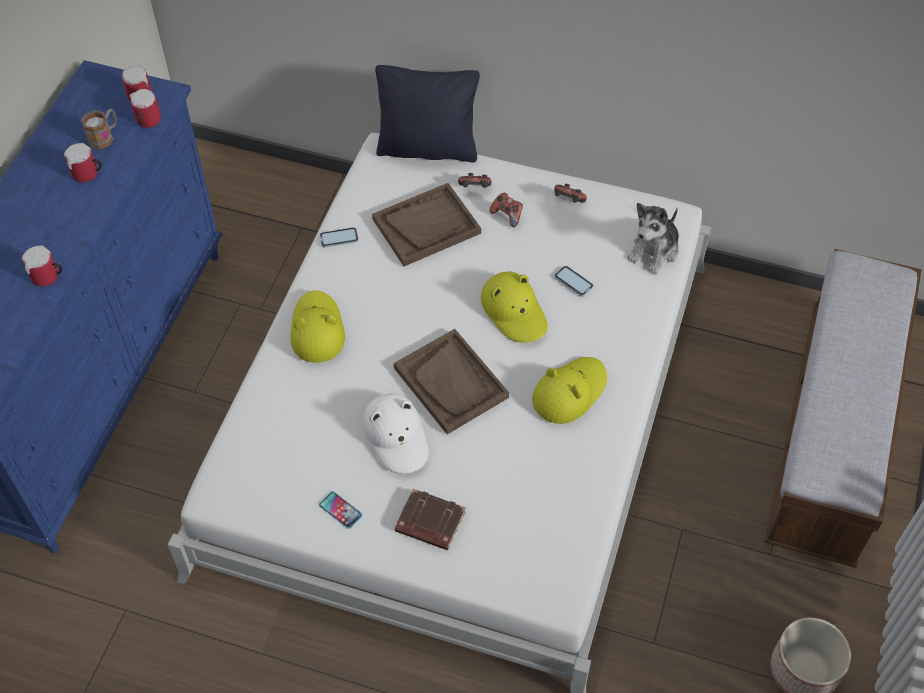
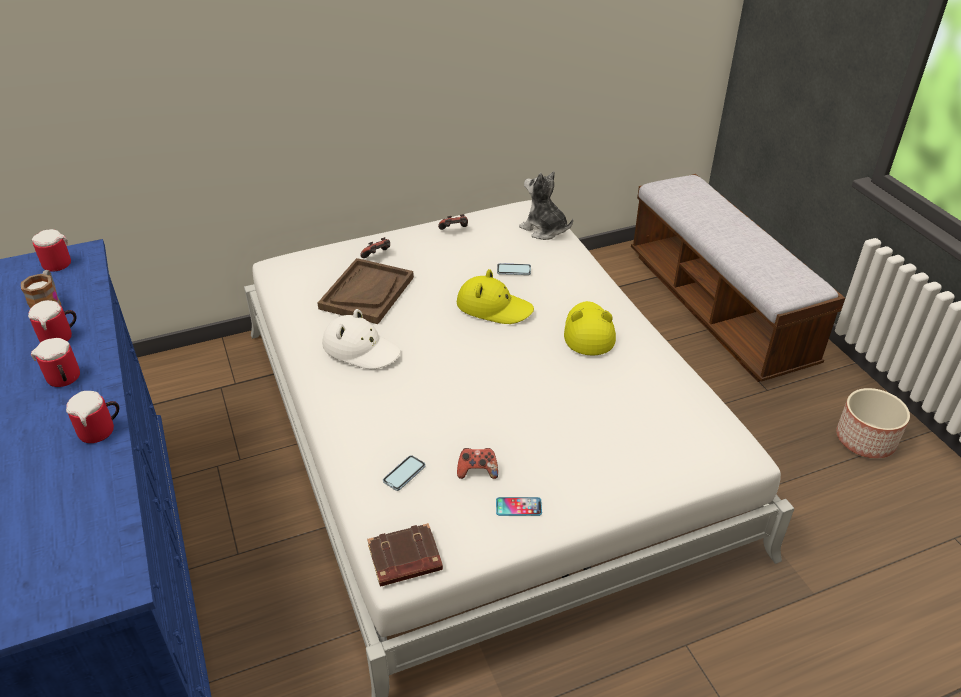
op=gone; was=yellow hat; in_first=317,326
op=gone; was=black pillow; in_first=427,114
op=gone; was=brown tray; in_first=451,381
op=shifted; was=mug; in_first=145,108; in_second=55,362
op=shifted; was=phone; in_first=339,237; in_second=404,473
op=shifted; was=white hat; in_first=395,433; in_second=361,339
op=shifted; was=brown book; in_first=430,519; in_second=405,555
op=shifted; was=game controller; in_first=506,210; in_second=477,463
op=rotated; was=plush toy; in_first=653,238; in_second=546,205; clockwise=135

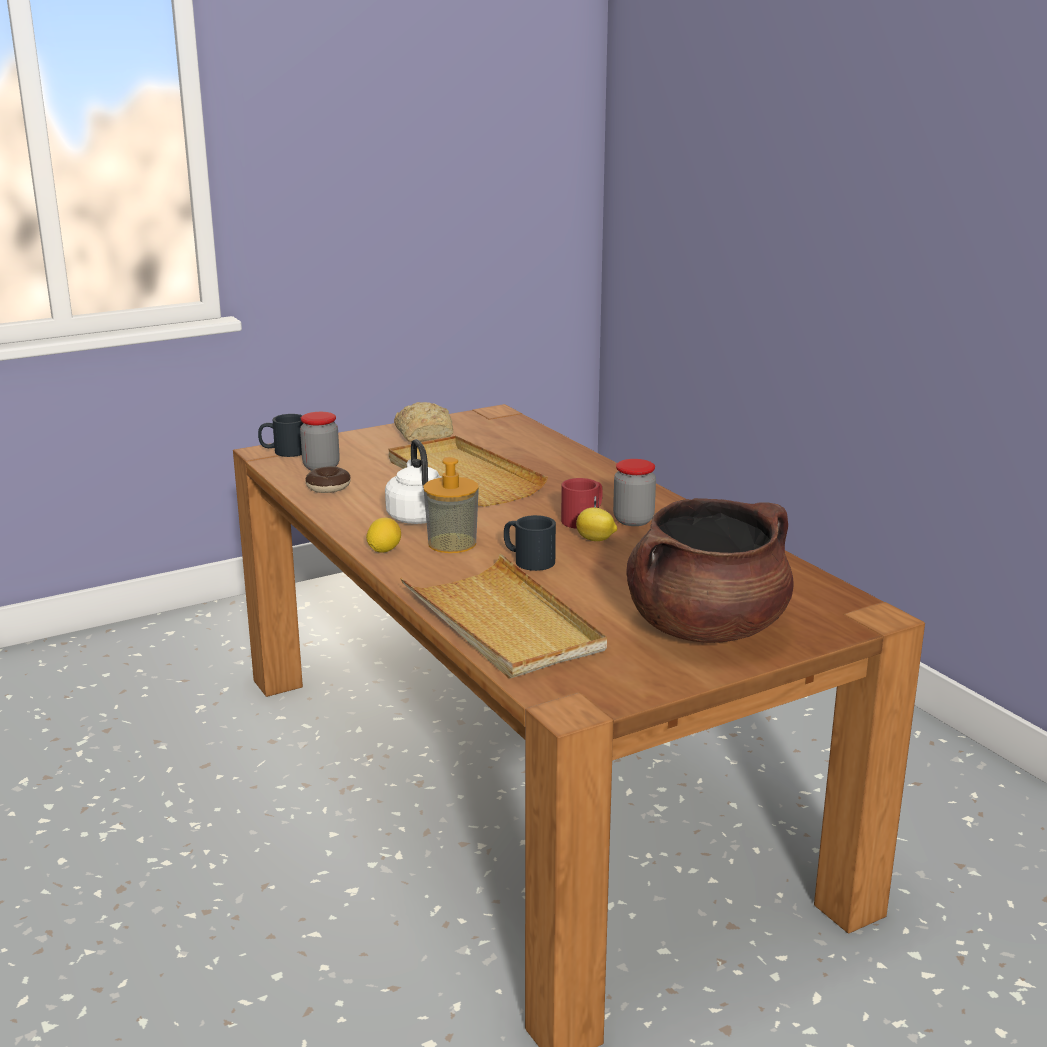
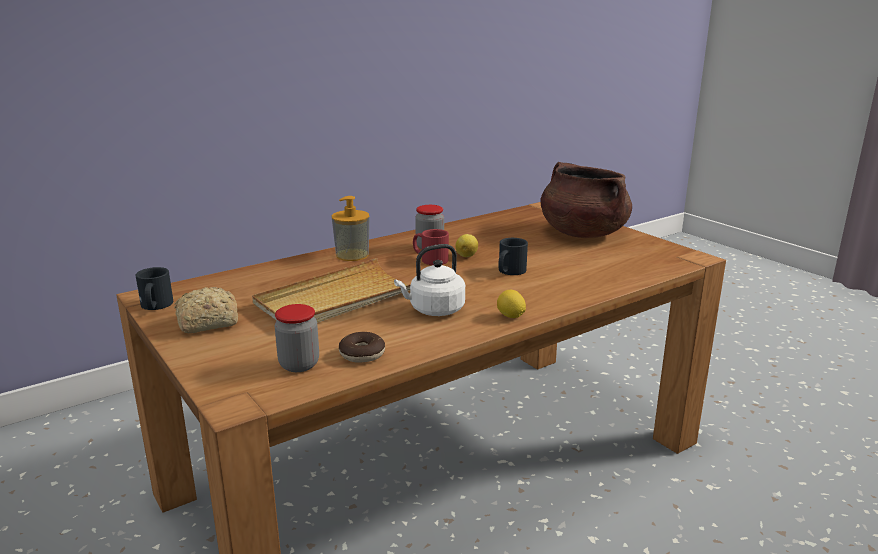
op=gone; was=beige tray; in_first=503,616
op=shifted; was=black mug; in_first=280,435; in_second=154,288
op=shifted; was=soap dispenser; in_first=451,505; in_second=350,228

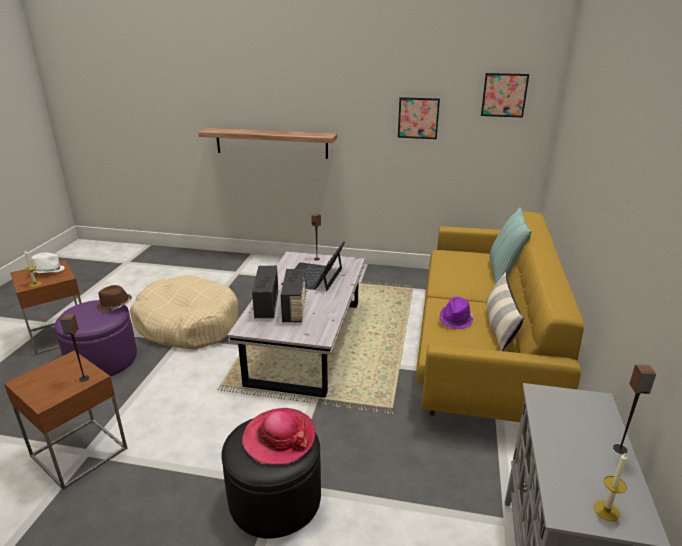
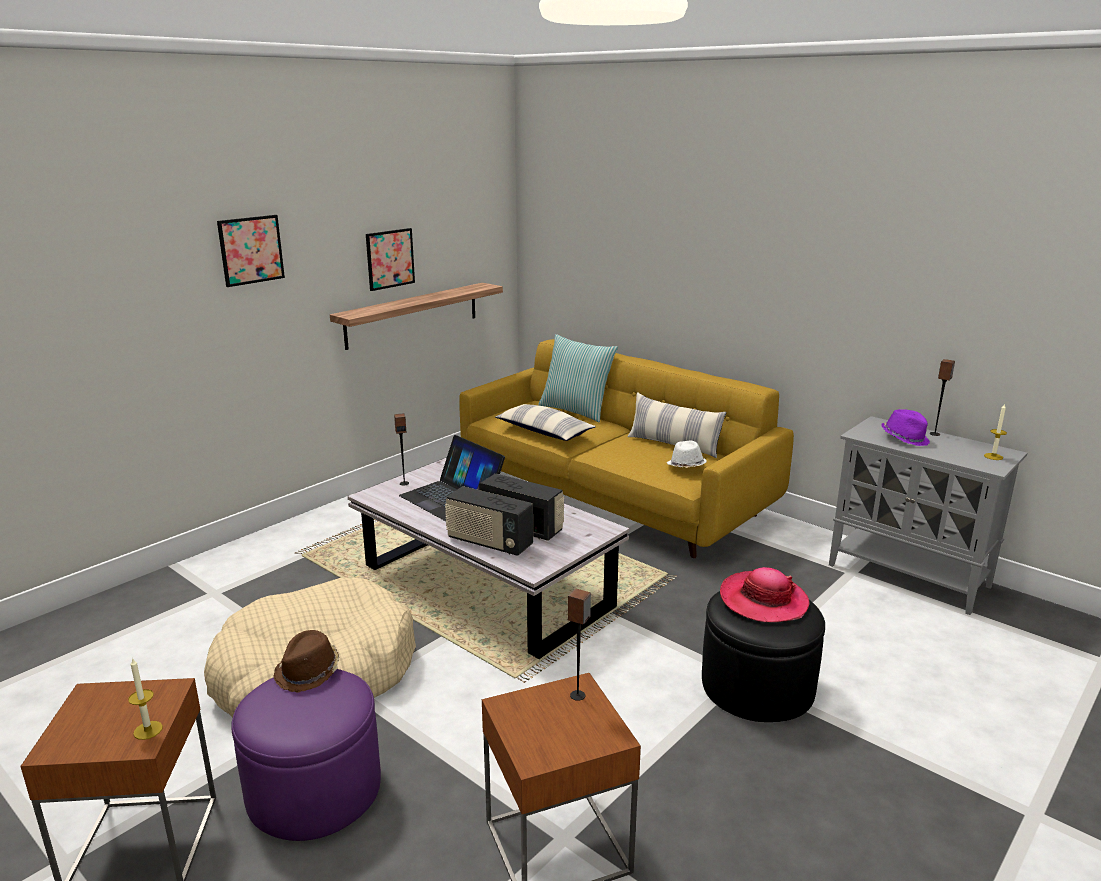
op=new; now=pillow; in_second=546,422
op=shifted; was=white hat; in_first=47,263; in_second=687,454
op=shifted; was=shelf; in_first=267,143; in_second=416,316
op=shifted; was=purple hat; in_first=456,313; in_second=905,427
op=shifted; was=picture; in_first=505,95; in_second=251,251

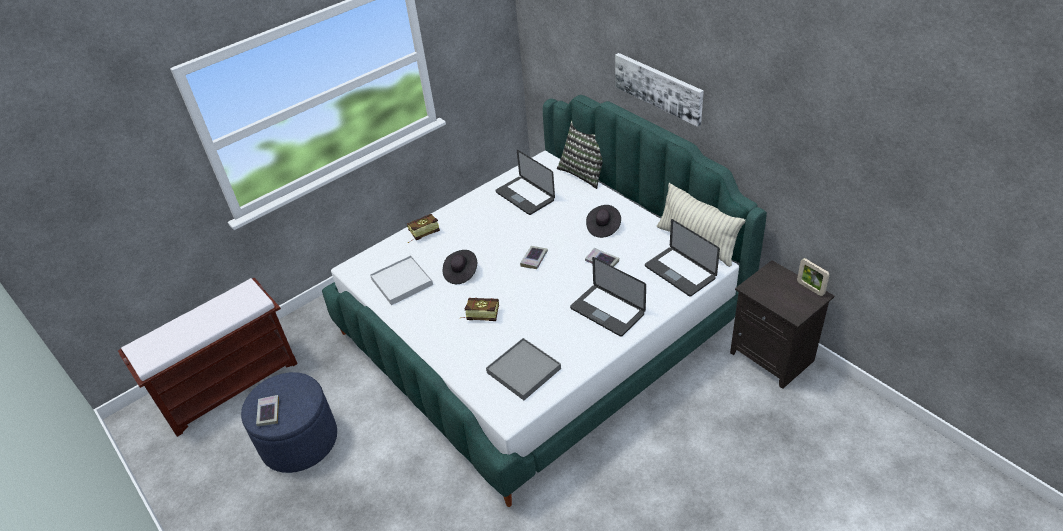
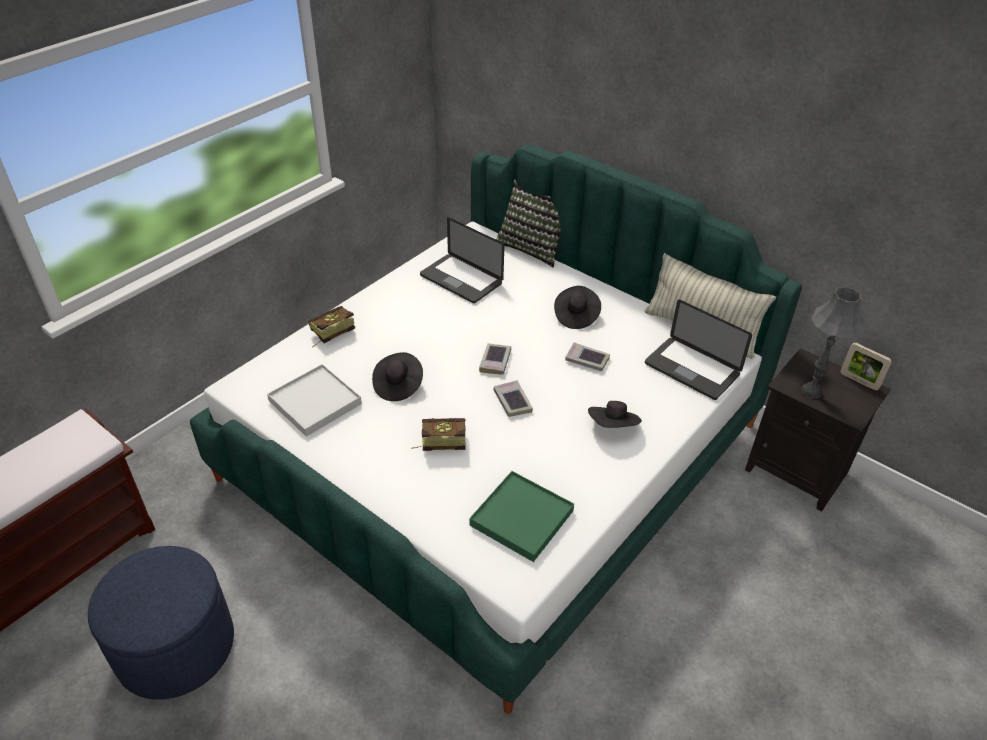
op=gone; was=picture; in_first=659,90
op=new; now=grey table lamp; in_second=833,342
op=shifted; was=book; in_first=267,410; in_second=513,398
op=swapped; was=laptop; now=black hat; in_first=608,297; in_second=615,414
op=repainted; was=grey tray; now=green tray; in_first=523,369; in_second=522,516

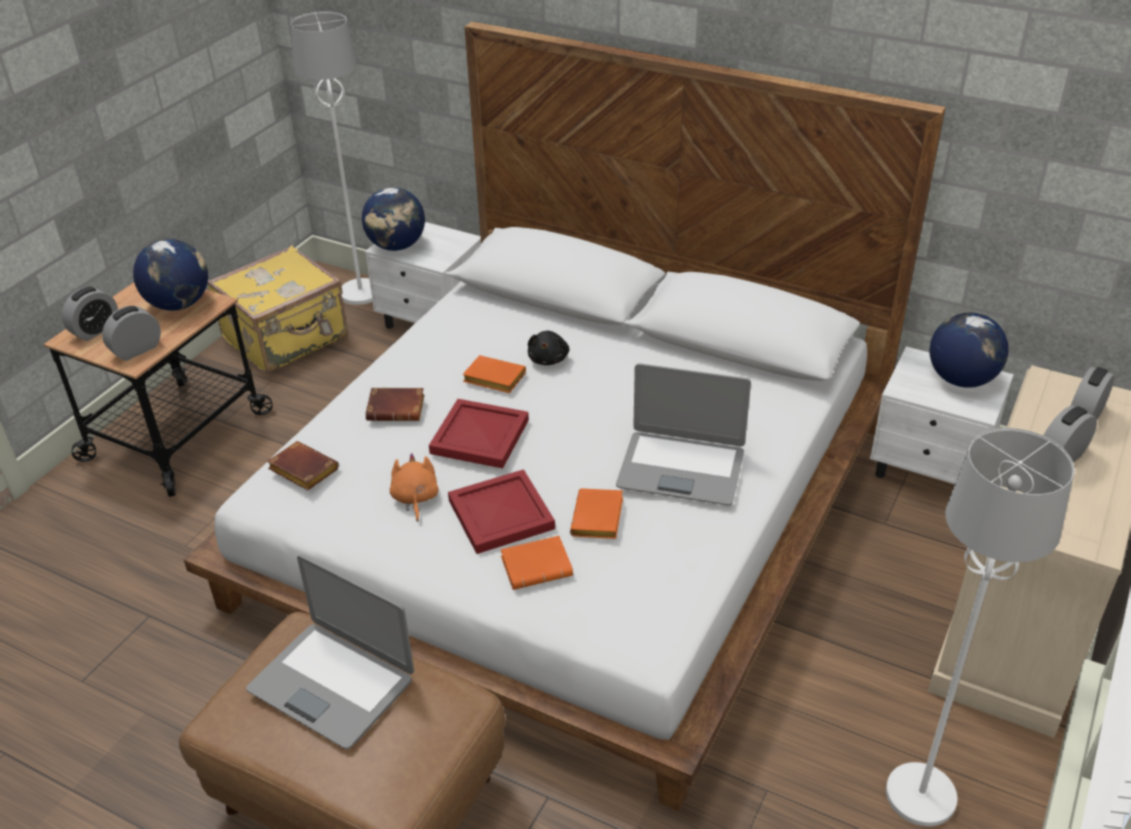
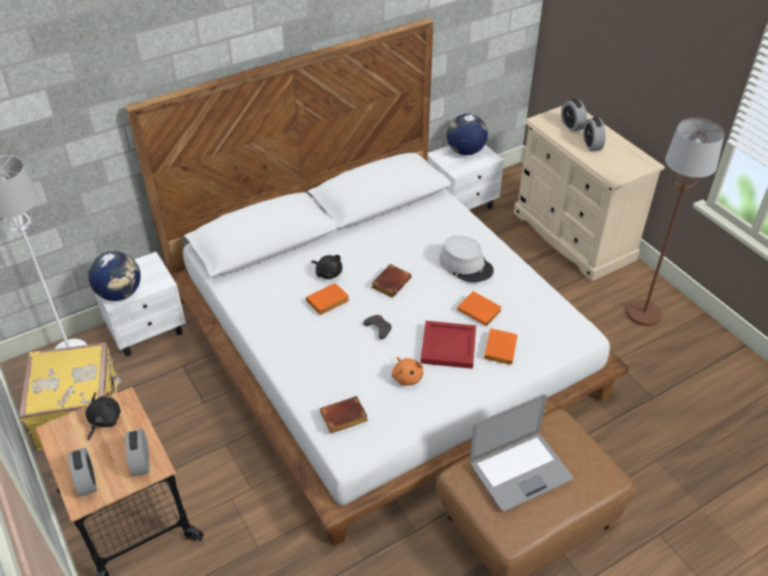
op=shifted; was=brown book; in_first=395,404; in_second=391,281
op=swapped; was=globe; now=black plush toy; in_first=170,275; in_second=103,416
op=swapped; was=red tray; now=grey game controller; in_first=479,433; in_second=377,327
op=swapped; was=laptop; now=grey hat; in_first=683,434; in_second=466,258
op=repainted; was=white floor lamp; now=brown floor lamp; in_first=980,627; in_second=675,222
op=rotated; was=orange plush toy; in_first=414,487; in_second=407,371; clockwise=-135

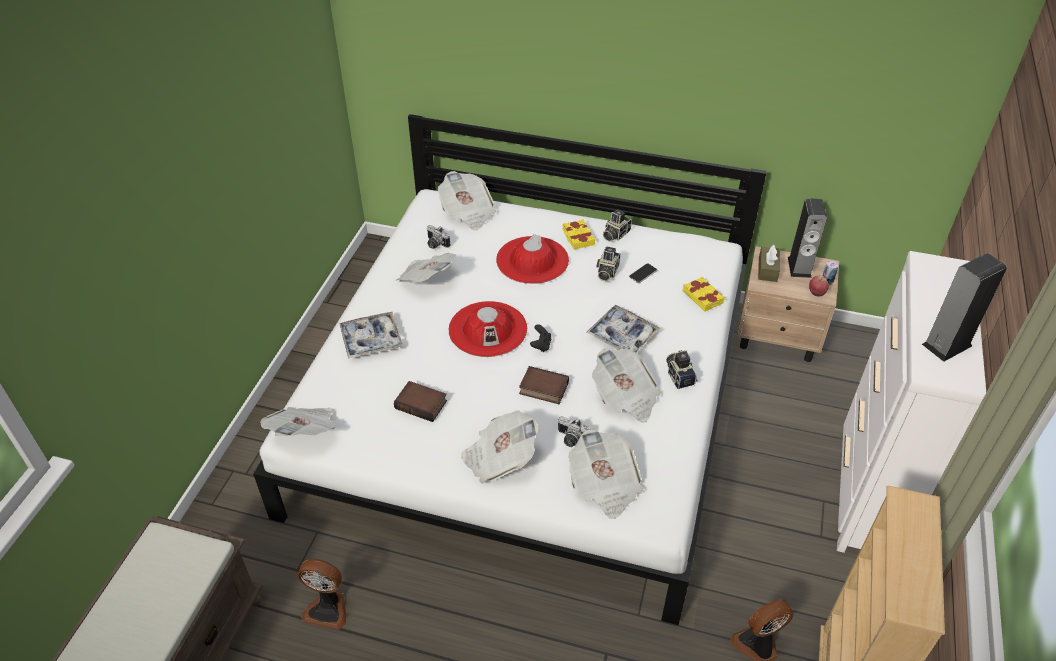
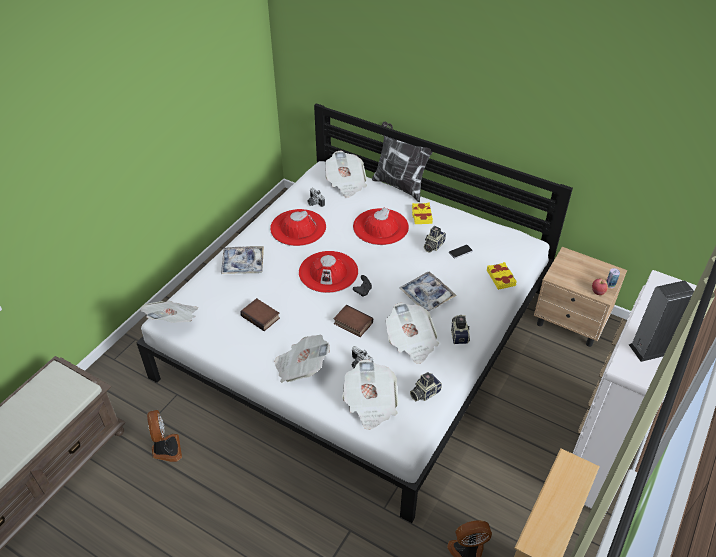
op=gone; was=brown tissue box; in_first=769,263
op=gone; was=speaker; in_first=807,238
op=new; now=pillow; in_second=402,162
op=shifted; was=photo camera; in_first=617,225; in_second=426,386
op=swapped; was=newspaper; now=red hat; in_first=426,268; in_second=298,227
op=rotated; was=fan; in_first=321,594; in_second=164,436; clockwise=-135

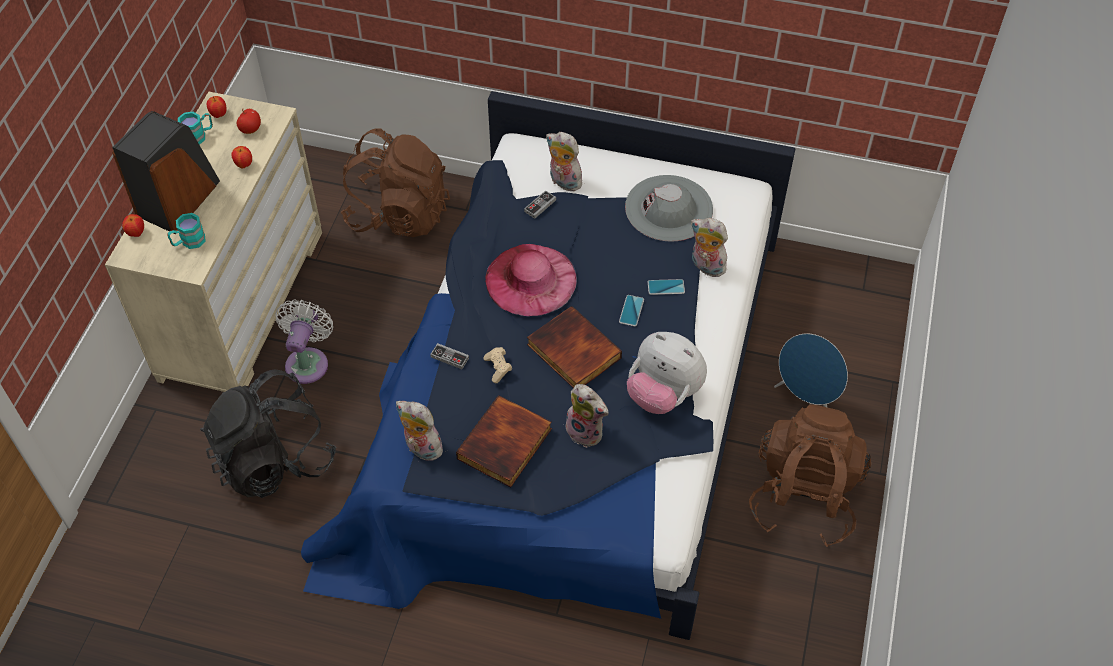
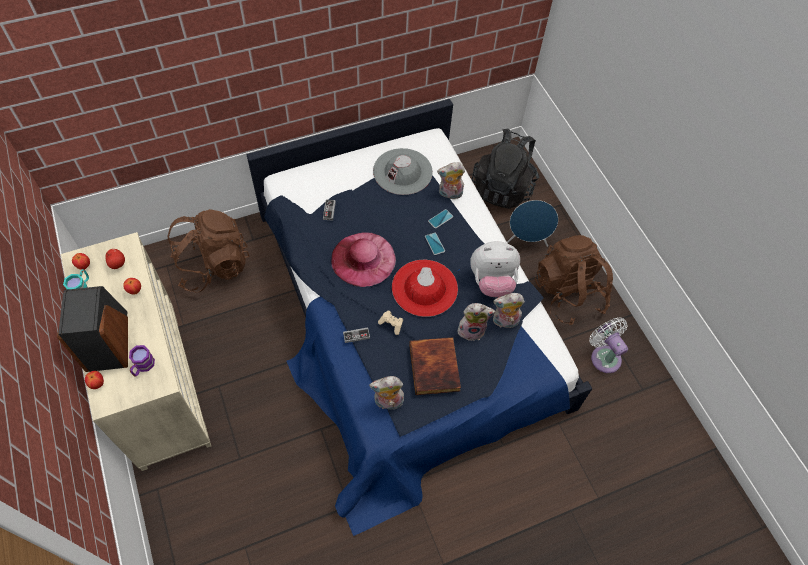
op=shifted; was=black backpack; in_first=268,433; in_second=506,169
op=shifted; was=white fan; in_first=304,342; in_second=608,345
op=shifted; was=plush toy; in_first=565,161; in_second=509,310
op=swapped; was=book; now=red hat; in_first=574,347; in_second=425,288
op=repainted; was=turquoise mug; now=purple mug; in_first=186,231; in_second=142,360

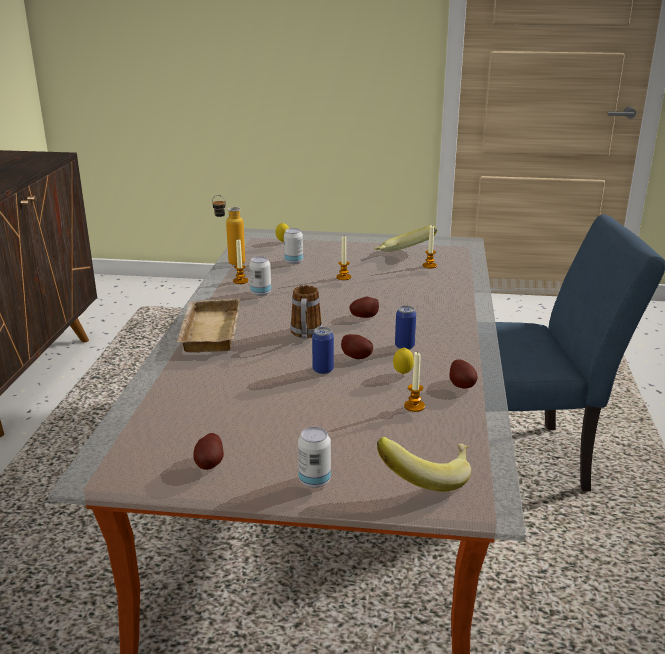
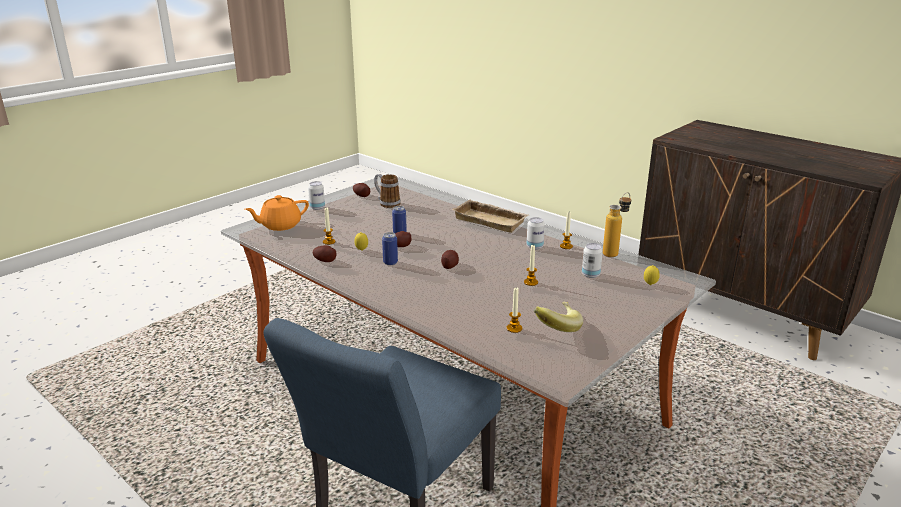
op=shifted; was=mug; in_first=306,312; in_second=387,191
op=swapped; was=banana; now=orange teapot; in_first=424,464; in_second=277,213

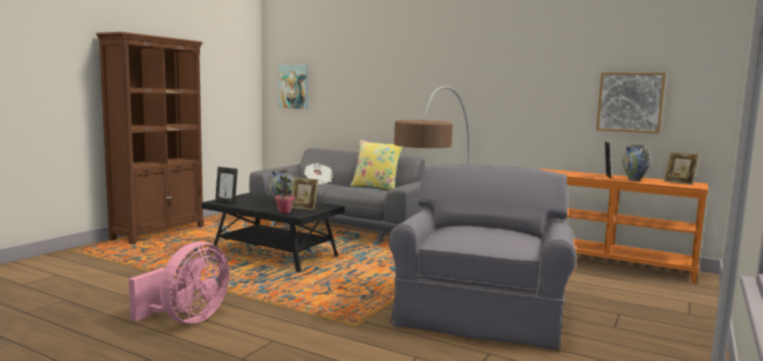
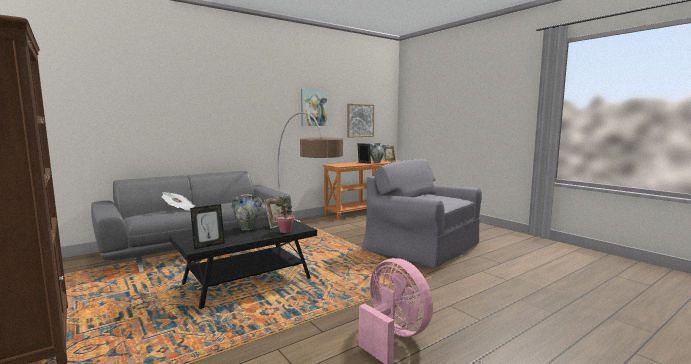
op=gone; was=yellow pillow; in_first=376,165
op=shifted; was=picture; in_first=293,87; in_second=314,107

